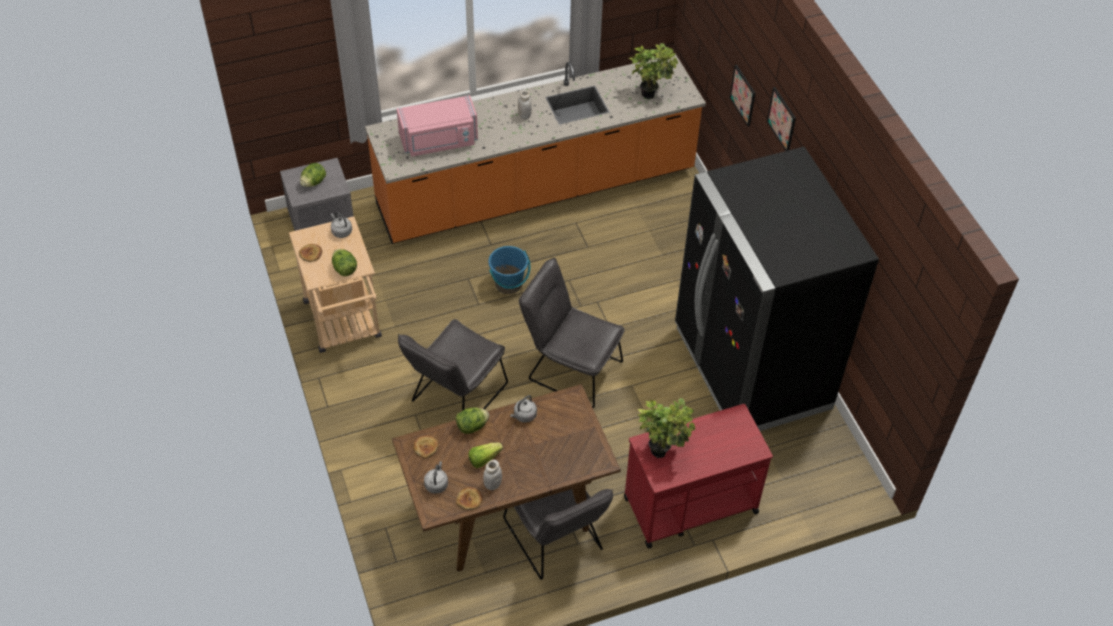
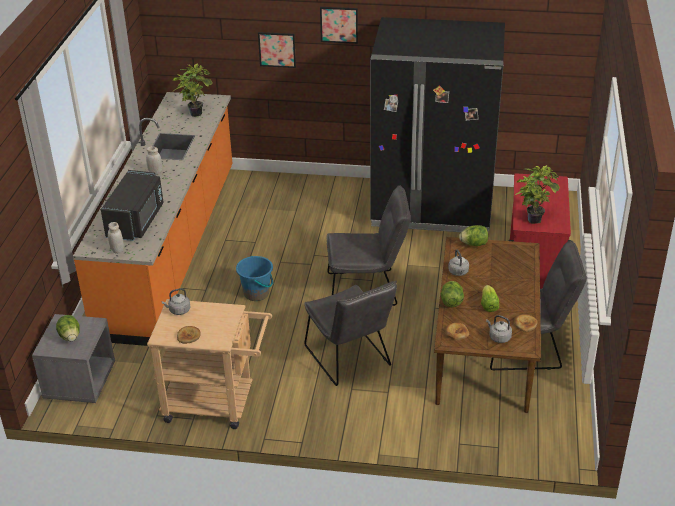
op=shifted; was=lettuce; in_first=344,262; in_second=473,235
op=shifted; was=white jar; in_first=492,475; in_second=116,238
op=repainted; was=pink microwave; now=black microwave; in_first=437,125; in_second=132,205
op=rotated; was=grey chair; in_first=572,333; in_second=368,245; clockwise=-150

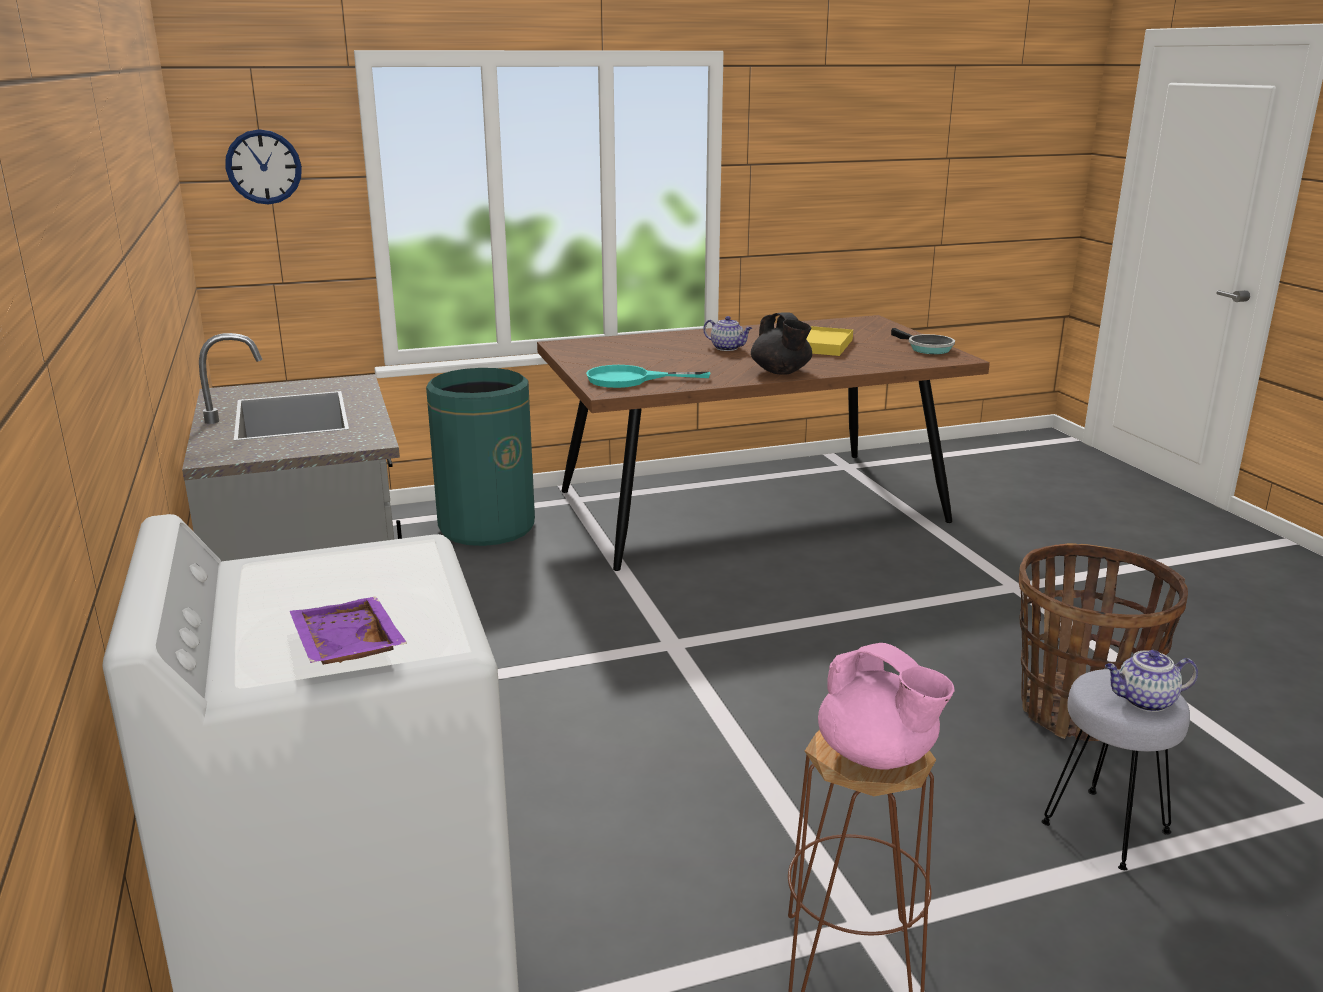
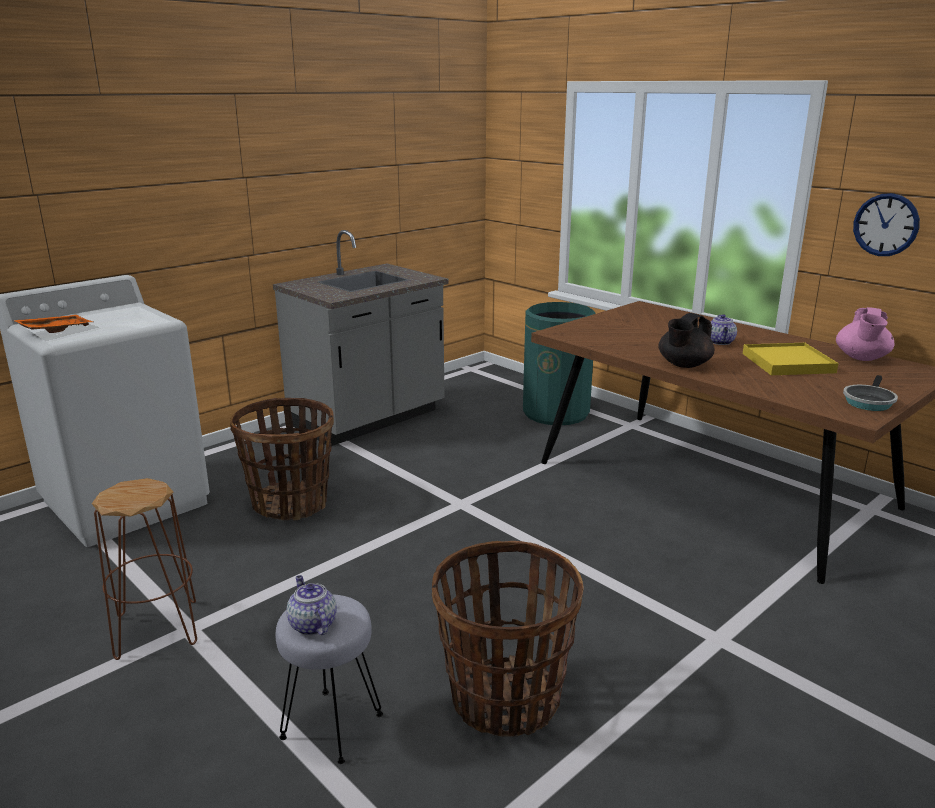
op=gone; was=turquoise frying pan; in_first=648,376
op=new; now=basket; in_second=282,459
op=shifted; was=wall clock; in_first=263,166; in_second=886,224
op=shifted; was=pink teapot; in_first=886,706; in_second=865,334
op=repainted; was=purple tray; now=orange tray; in_first=348,631; in_second=53,324

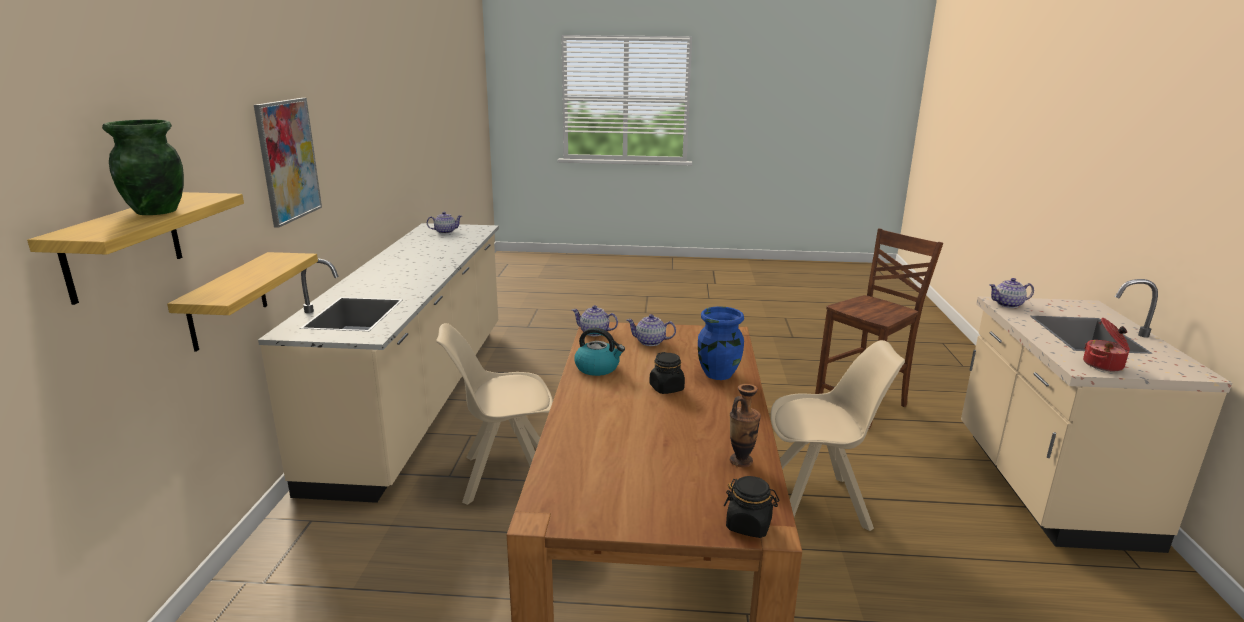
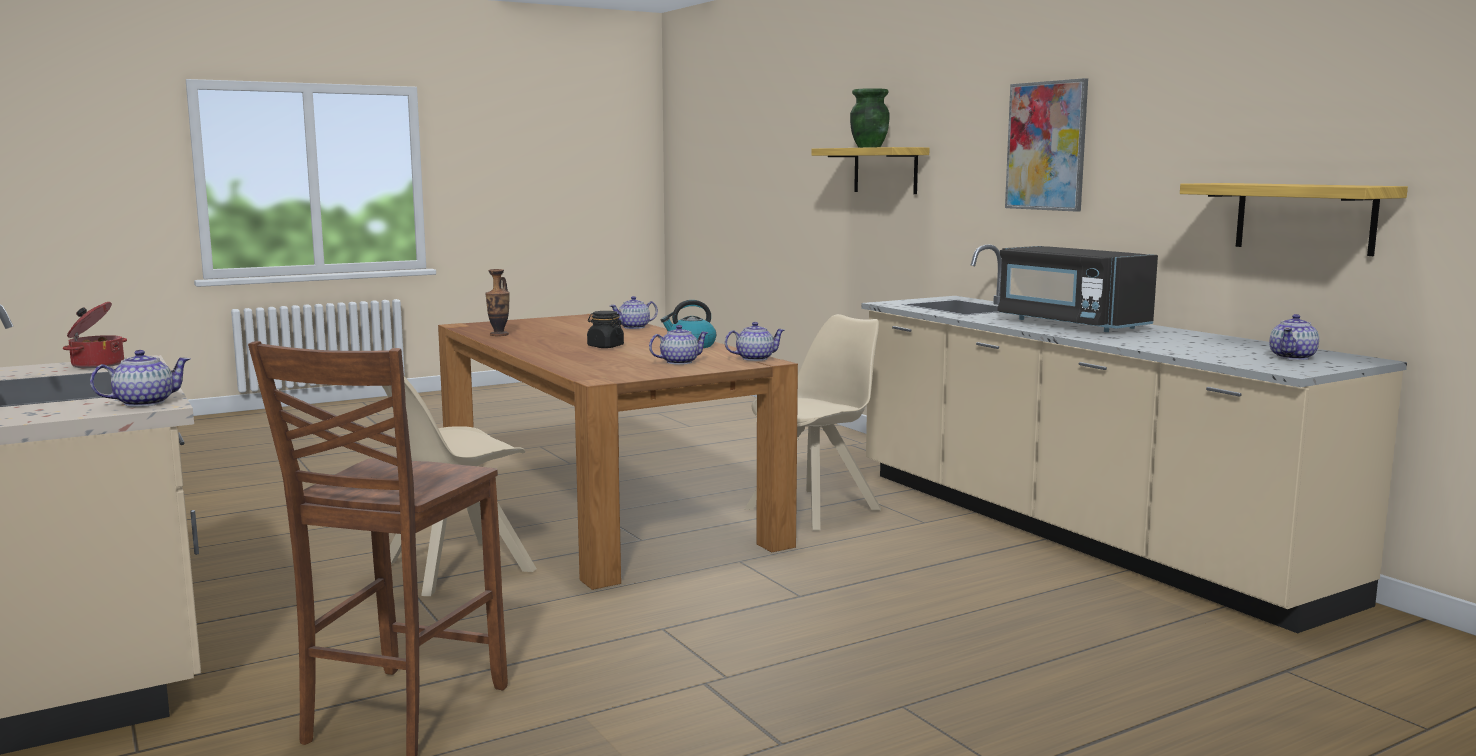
op=gone; was=blue vase; in_first=721,343
op=gone; was=black jar; in_first=752,507
op=new; now=teapot; in_second=634,312
op=new; now=black microwave; in_second=1077,289
op=shifted; was=shelf; in_first=242,302; in_second=1294,219

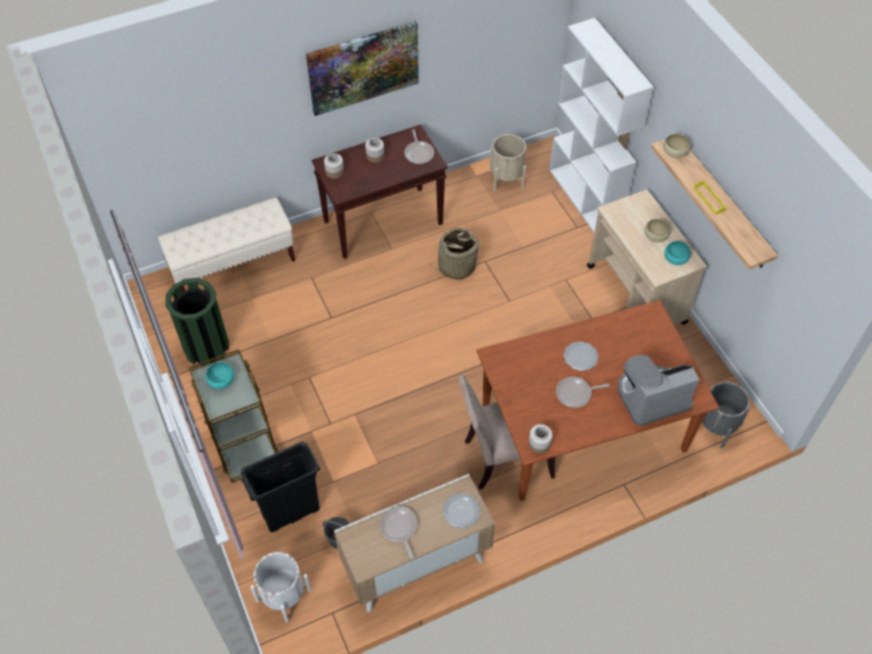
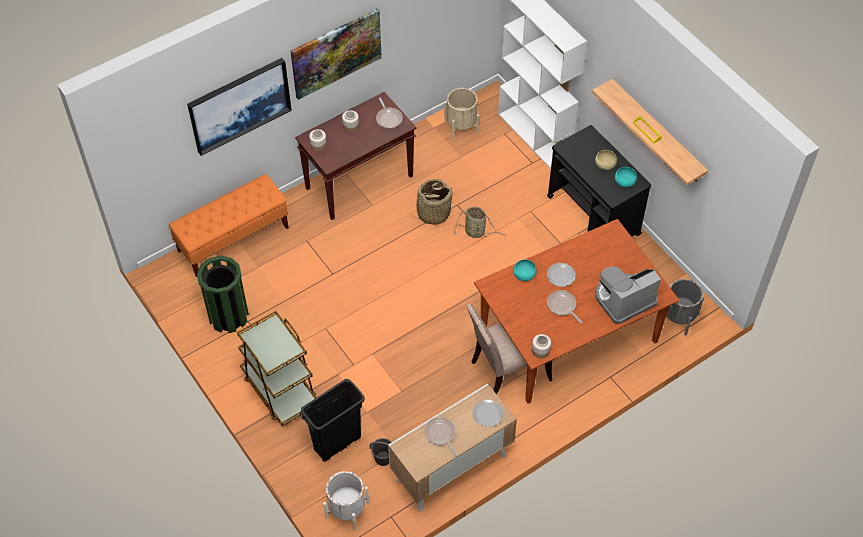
op=gone; was=beige bowl; in_first=677,145
op=new; now=picture; in_second=239,107
op=new; now=basket; in_second=479,222
op=shifted; was=turquoise bowl; in_first=220,375; in_second=525,270
op=repainted; was=beige bench; now=orange bench; in_first=226,244; in_second=229,225
op=repainted; was=beige cart; now=black cart; in_first=647,257; in_second=599,181
op=rotated; was=frying pan; in_first=583,392; in_second=564,306; clockwise=75

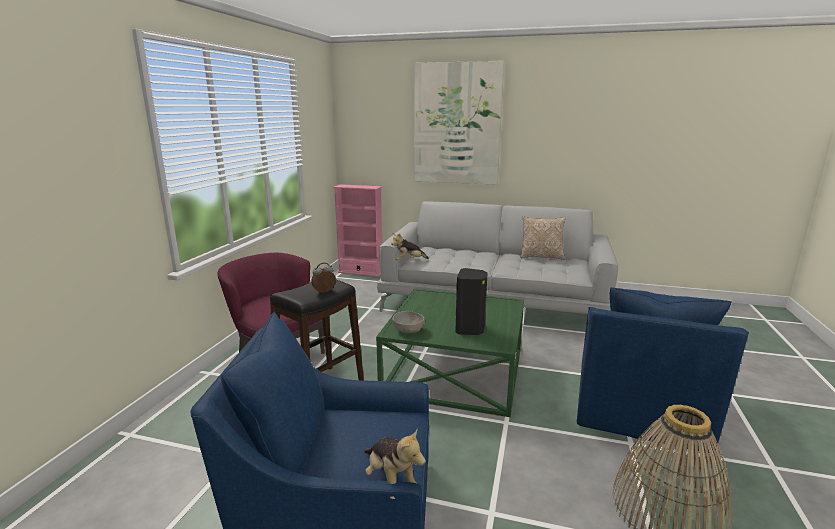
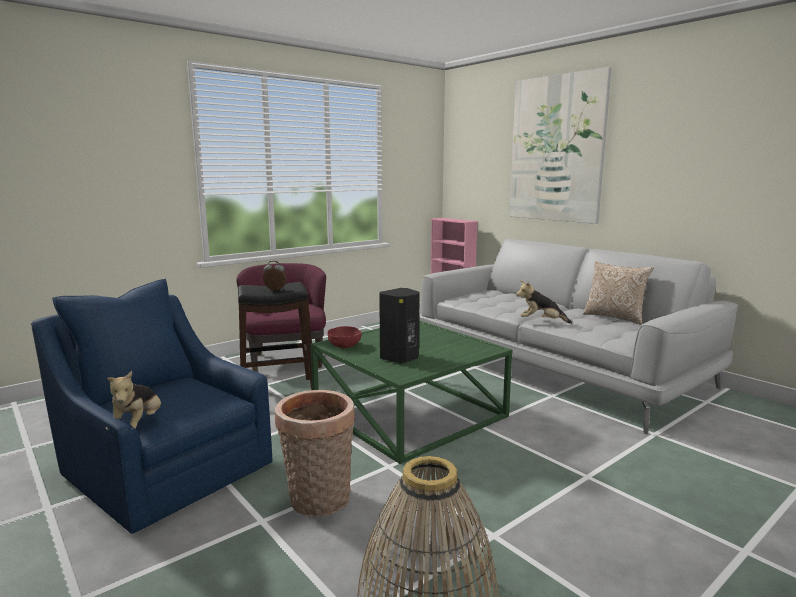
op=gone; was=blue armchair; in_first=663,370
op=new; now=basket; in_second=315,453
op=shifted; was=plush toy; in_first=410,246; in_second=544,302
op=repainted; was=grey bowl; now=red bowl; in_first=408,322; in_second=344,337

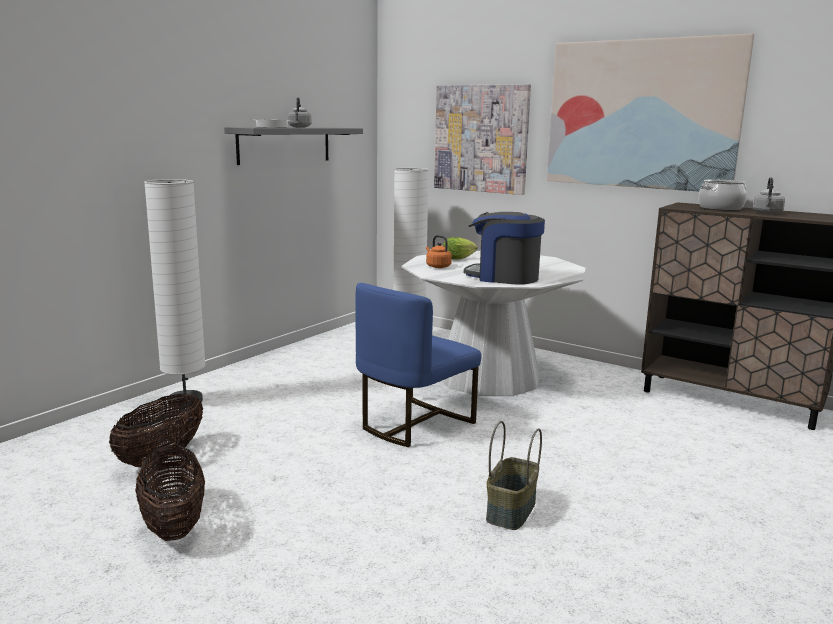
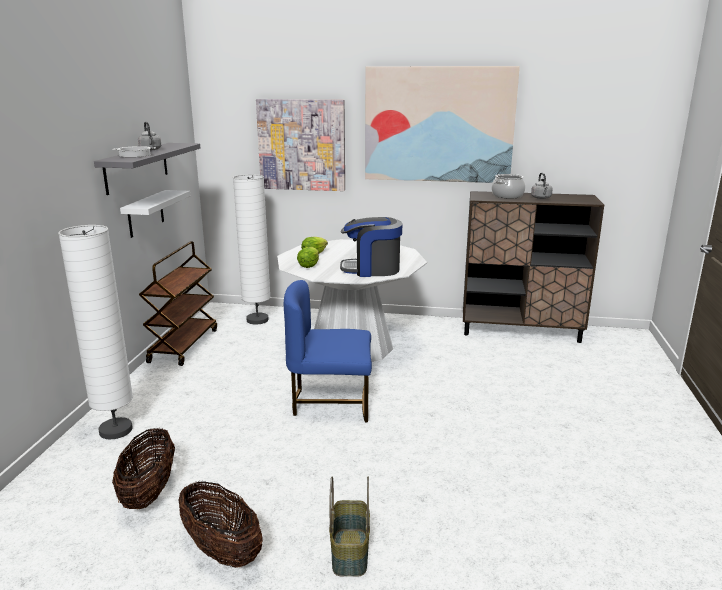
op=new; now=white shelf; in_second=155,214
op=new; now=brown cart; in_second=178,303
op=shifted; was=basket; in_first=514,475; in_second=349,526
op=swapped; was=orange kettle; now=lettuce; in_first=439,251; in_second=308,257
op=rotated; was=blue chair; in_first=418,365; in_second=328,351; clockwise=75

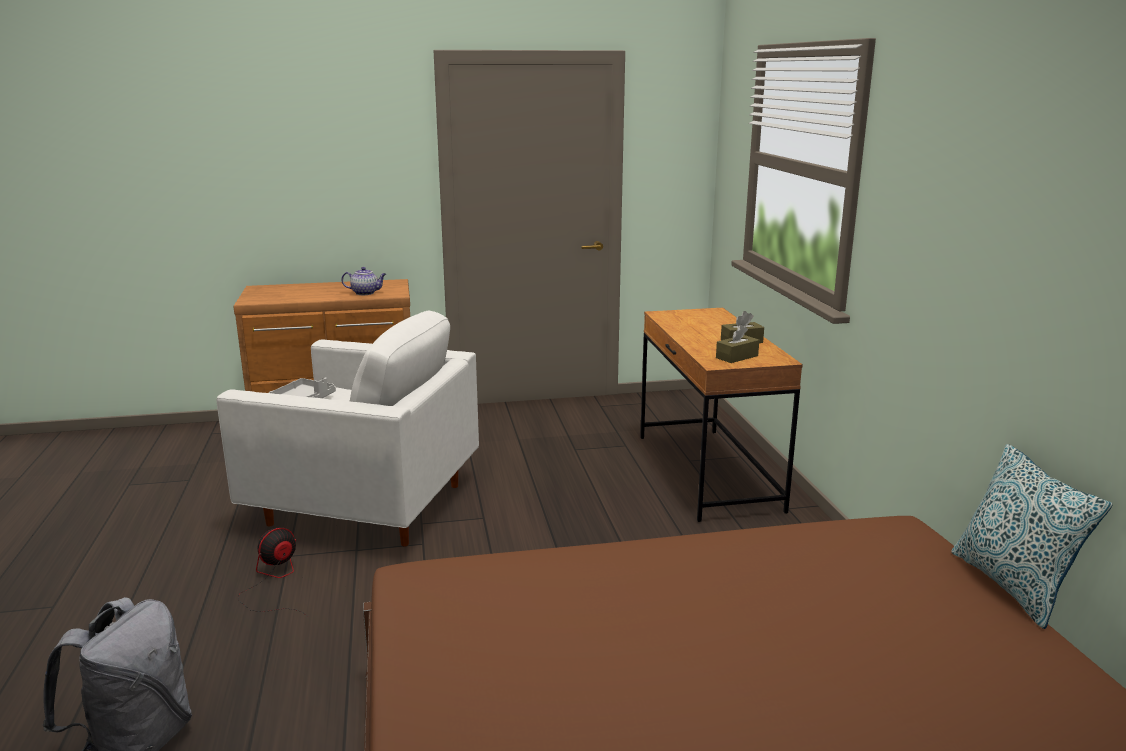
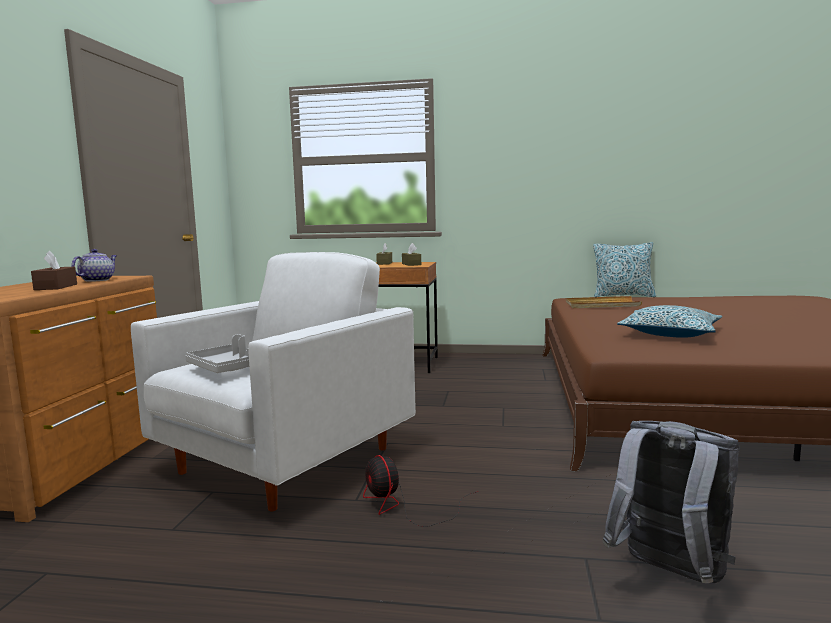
op=new; now=brown tissue box; in_second=54,270
op=new; now=beige tray; in_second=604,302
op=new; now=pillow; in_second=669,321

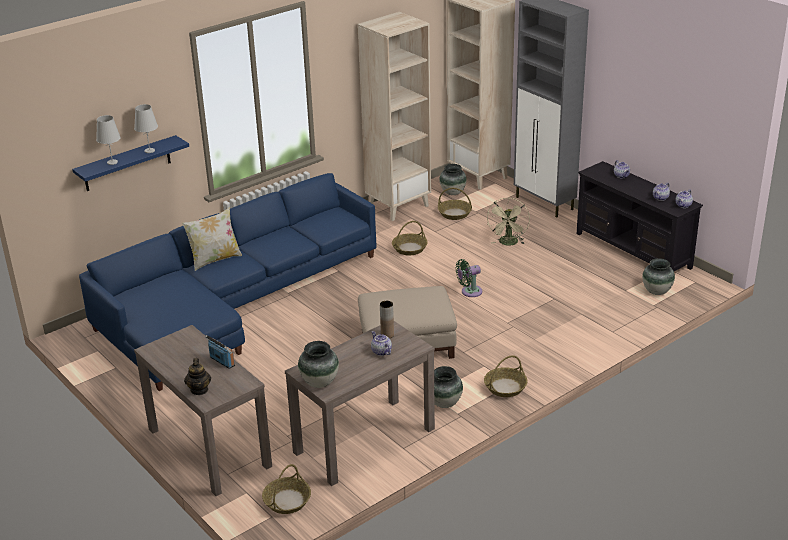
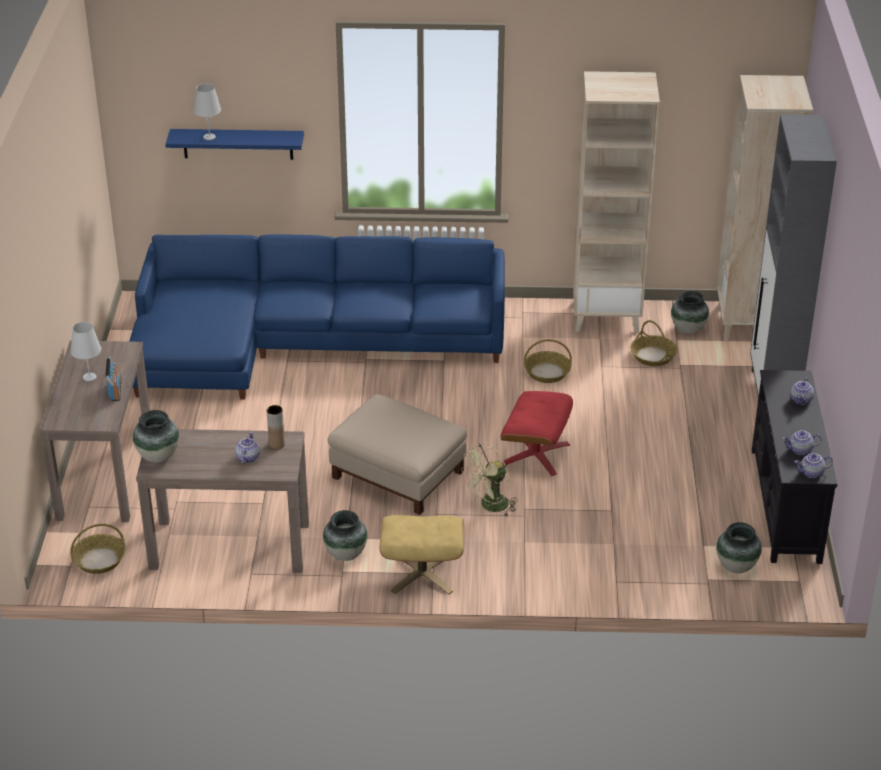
op=gone; was=pillow; in_first=212,239
op=gone; was=teapot; in_first=197,376
op=shifted; was=white table lamp; in_first=146,128; in_second=85,351
op=shifted; was=beige fan; in_first=508,222; in_second=489,479
op=swapped; was=green fan; now=red ottoman; in_first=468,278; in_second=536,433
op=swapped; was=basket; now=beige ottoman; in_first=506,376; in_second=422,555

